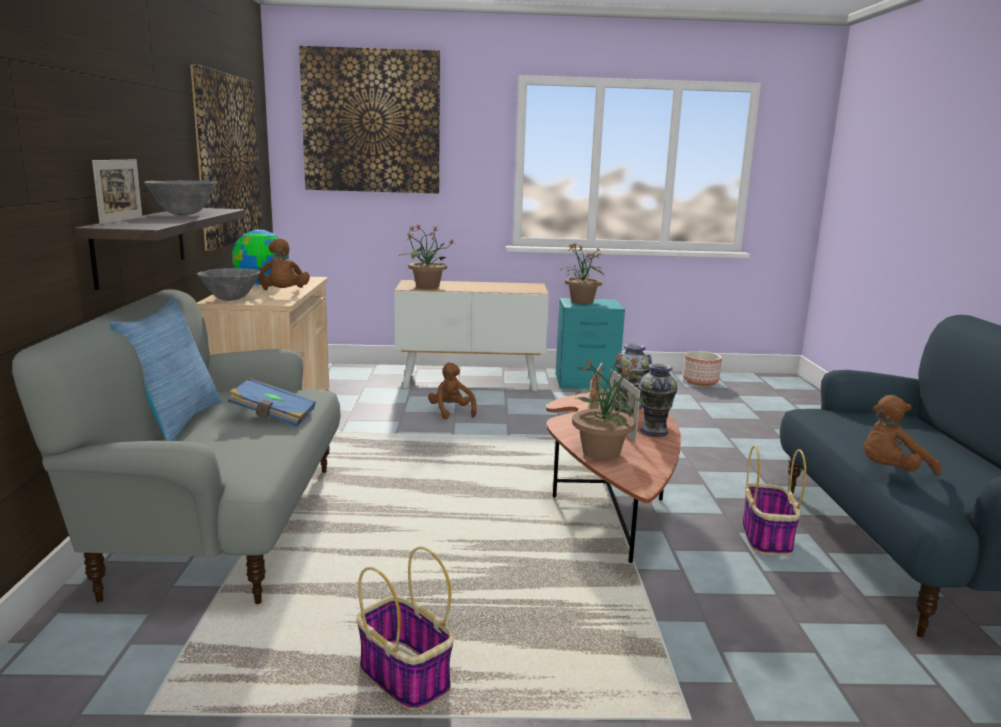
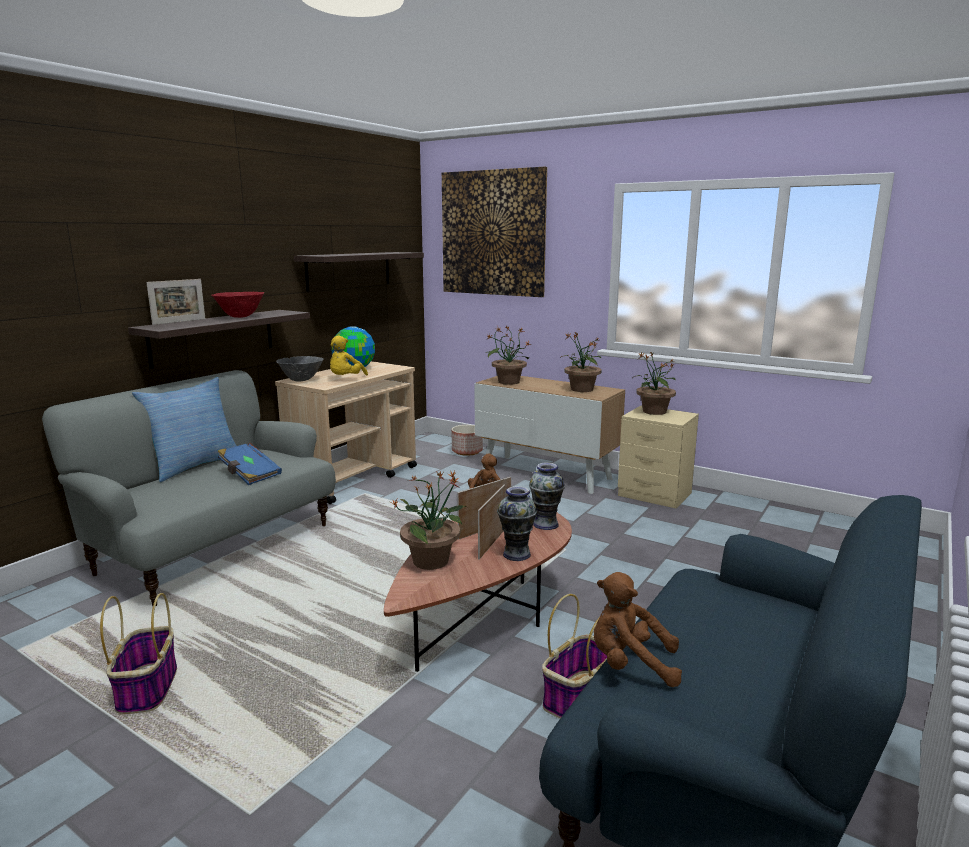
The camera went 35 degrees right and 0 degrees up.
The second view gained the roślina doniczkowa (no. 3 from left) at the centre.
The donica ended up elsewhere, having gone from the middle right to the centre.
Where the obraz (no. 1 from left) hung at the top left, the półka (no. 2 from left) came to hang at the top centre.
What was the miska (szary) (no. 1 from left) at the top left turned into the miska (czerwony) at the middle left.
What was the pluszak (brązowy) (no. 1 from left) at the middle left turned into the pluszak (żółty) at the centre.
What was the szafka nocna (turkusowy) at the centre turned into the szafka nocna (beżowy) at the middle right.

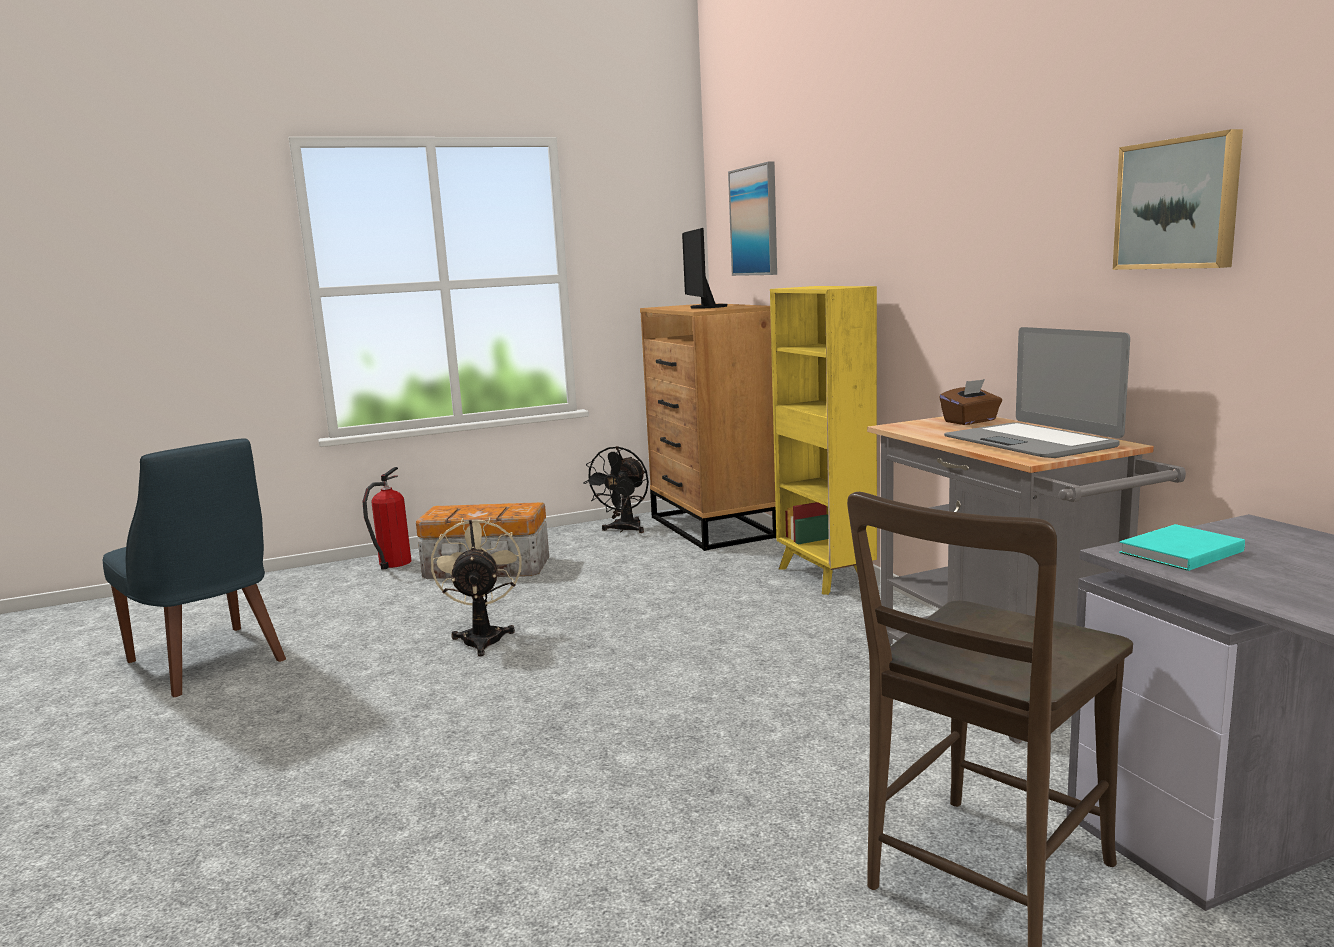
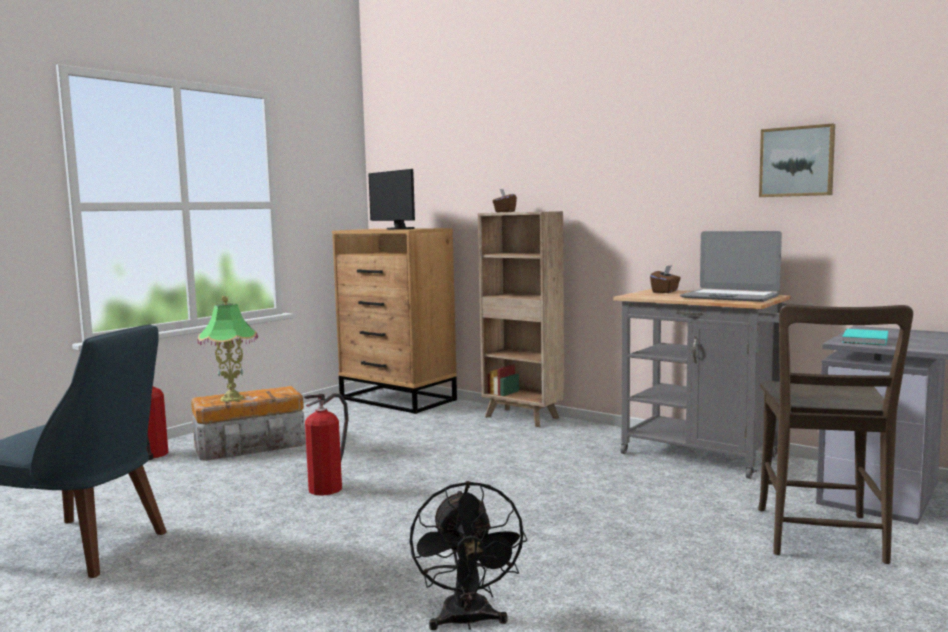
The camera went 30 degrees left and 5 degrees down.
The second view lost the obraz (no. 1 from left) at the top centre.
The second view gained the lampa stołowa at the middle left.
The second view gained the pudełko chusteczek (brązowy) (no. 1 from left) at the top centre.
The wentylator (czarny) ended up elsewhere, having gone from the centre to the bottom centre.
Where the wentylator (beżowy) stood at the centre, the gaśnica (no. 2 from left) came to stand at the bottom centre.
What was the regał (żółty) at the centre turned into the regał (brązowy) at the centre.

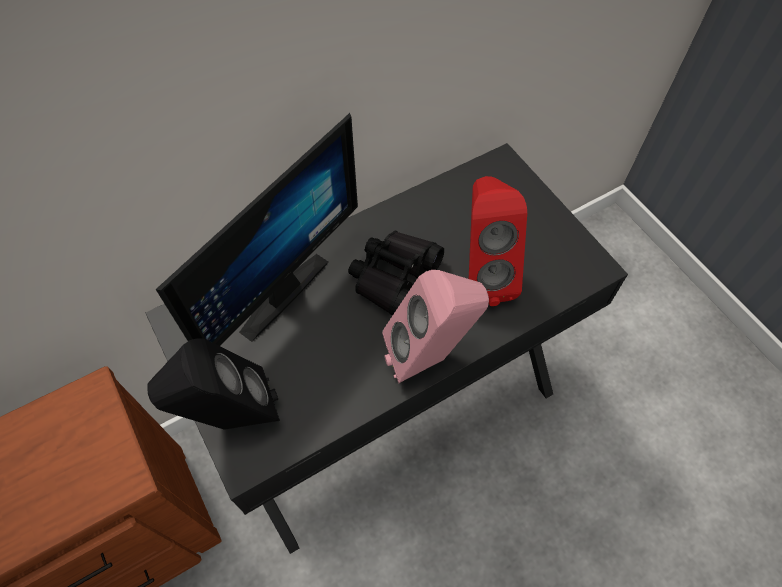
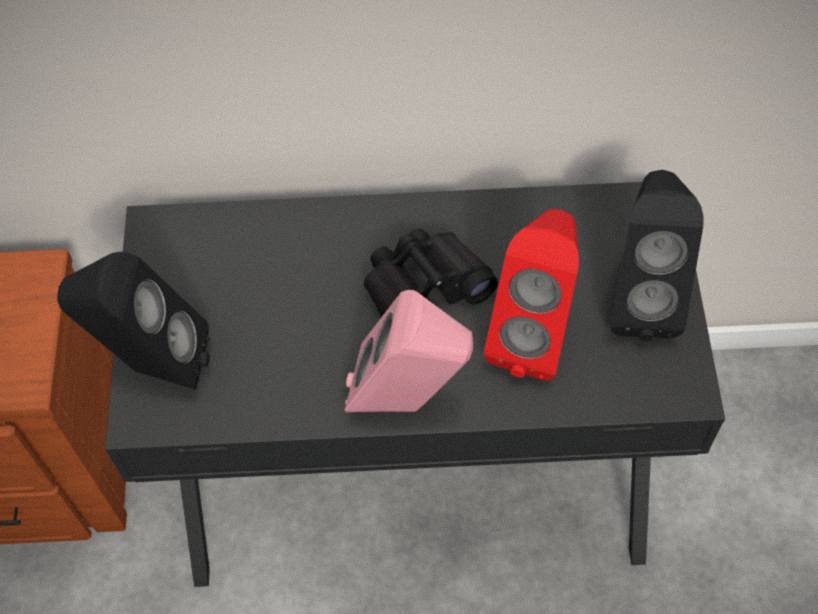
The camera went 30 degrees right and 0 degrees up.
The second view lost the monitor at the middle left.
The second view gained the głośnik (czarny) (no. 2 from left) at the middle right.

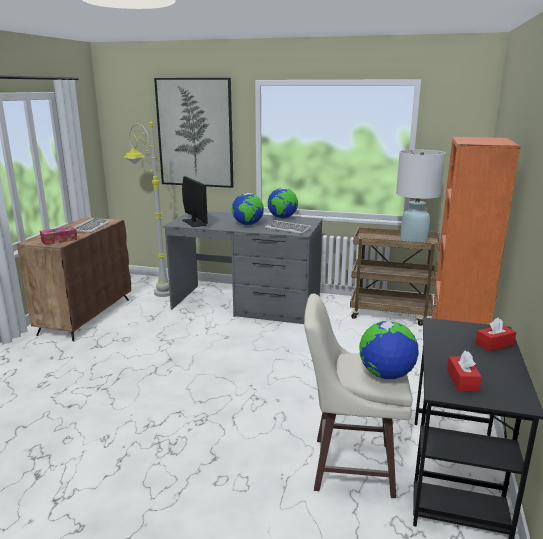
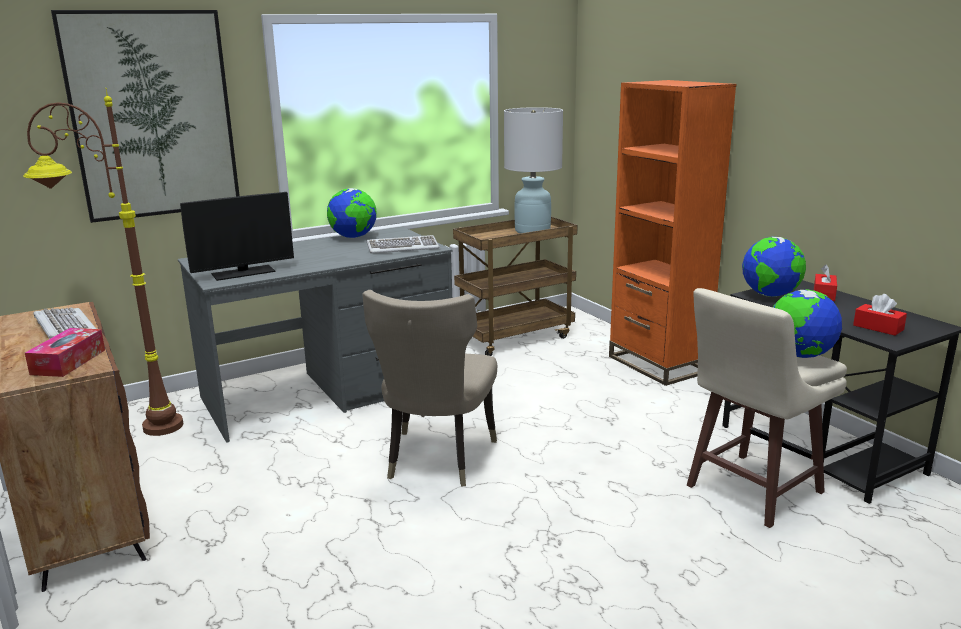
The camera went 45 degrees left and 0 degrees up.
The second view gained the krzesło (beżowy) at the centre.
The globus (no. 1 from left in the first image) ended up elsewhere, having gone from the centre to the middle right.
What was the lampa stojąca (szary) at the middle left turned into the lampa stojąca (brązowy) at the middle left.
The monitor at the centre ended up facing another way, 135 degrees clockwise from before.

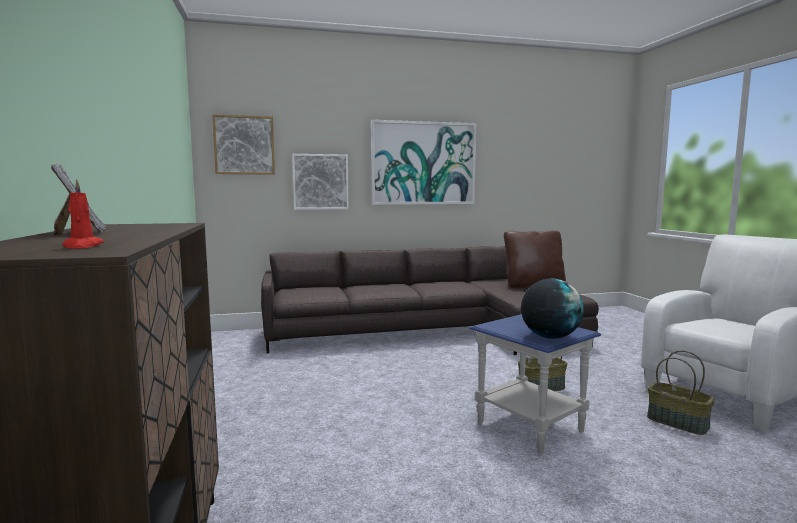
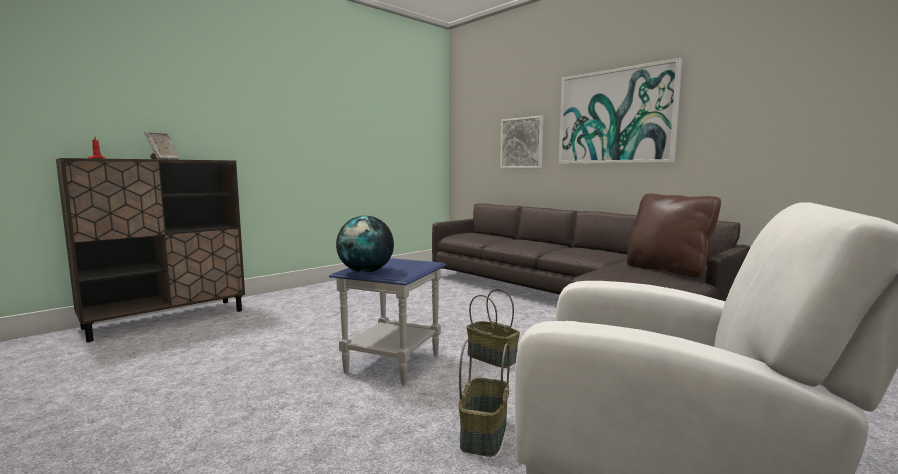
The camera went 60 degrees right and 0 degrees up.
The second view lost the obraz (no. 1 from left) at the top left.

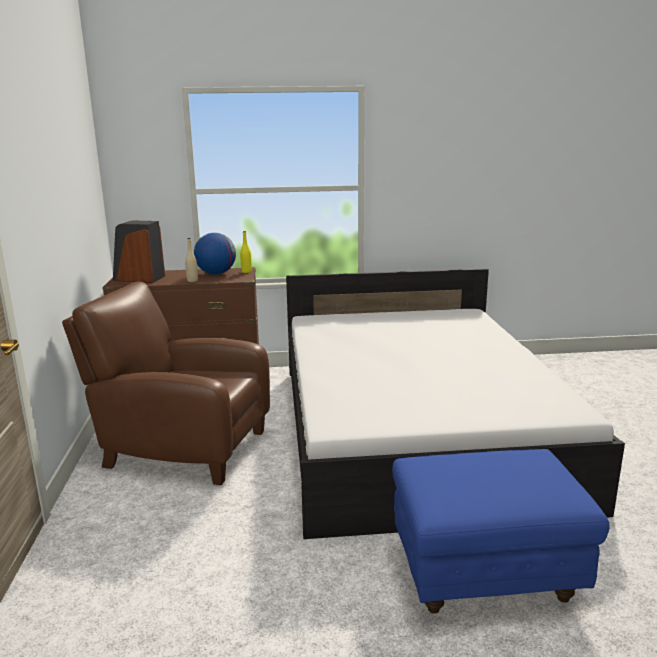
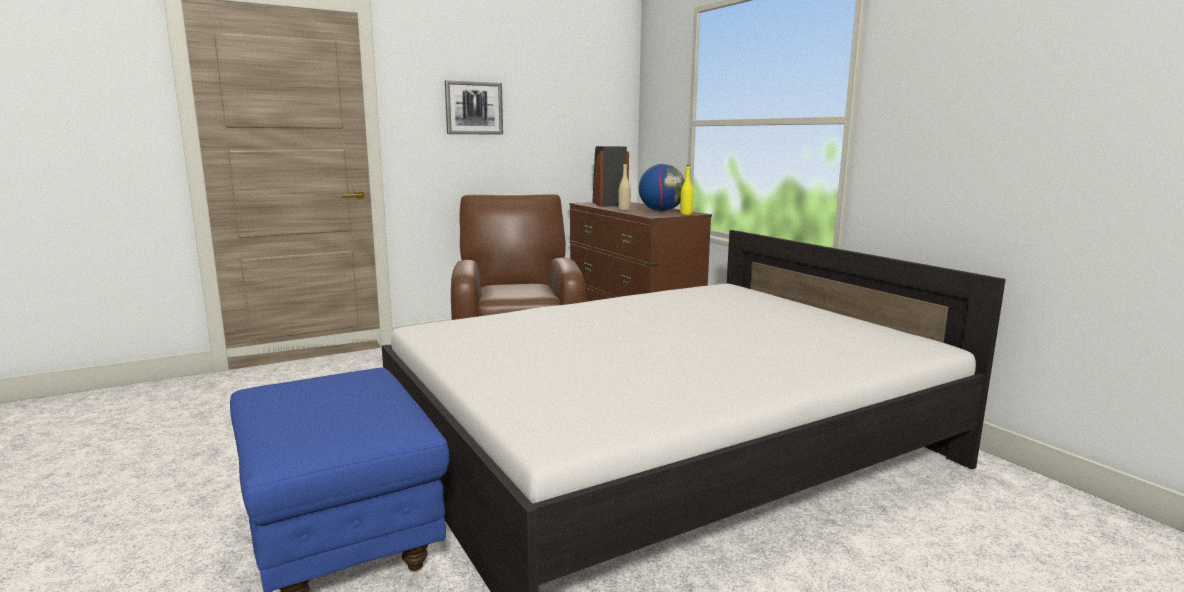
The camera went 65 degrees right and 5 degrees down.
The second view gained the obraz at the top centre.

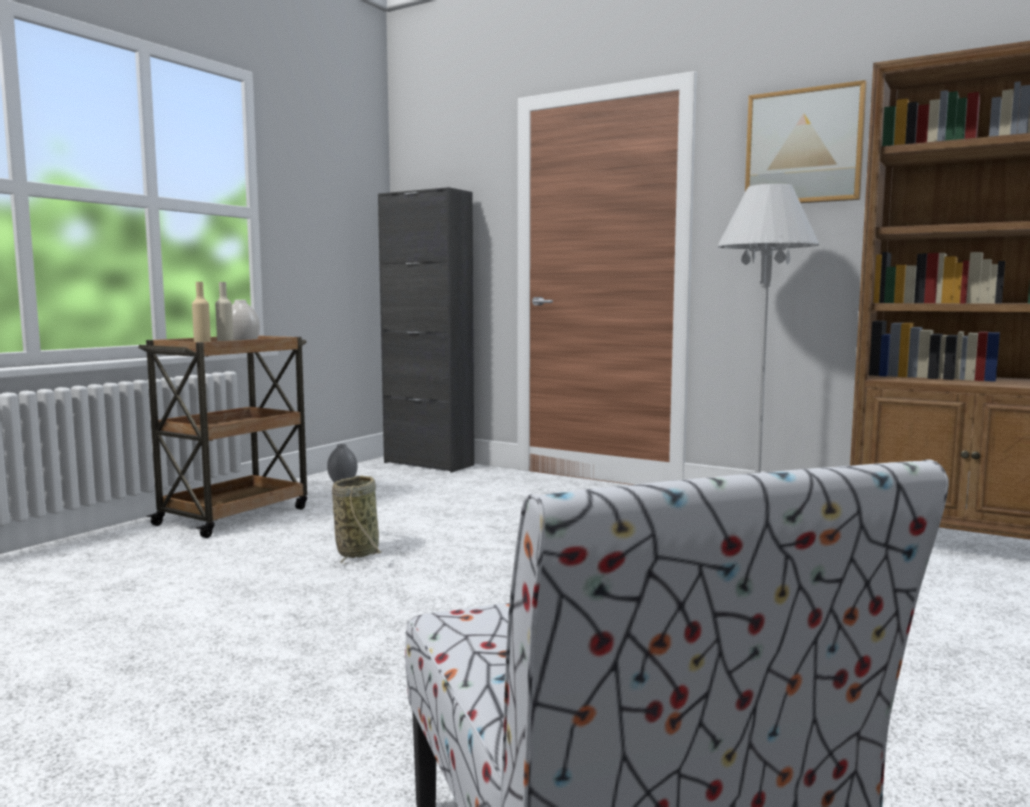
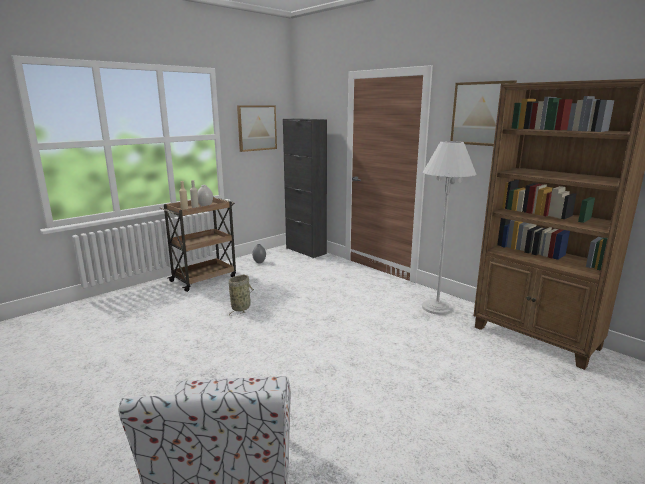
The camera went 15 degrees right and 10 degrees up.
The second view gained the obraz (no. 1 from left) at the top centre.

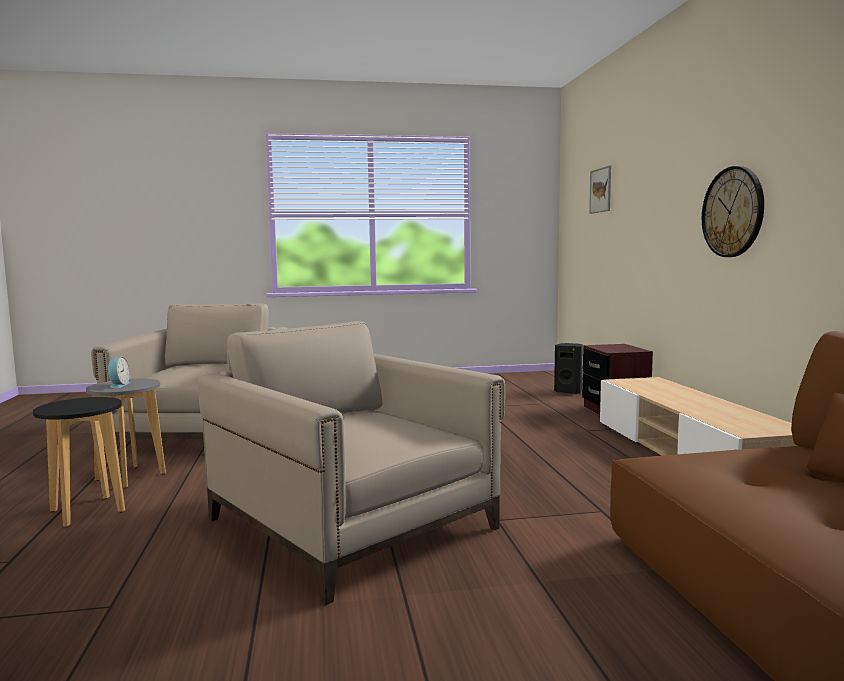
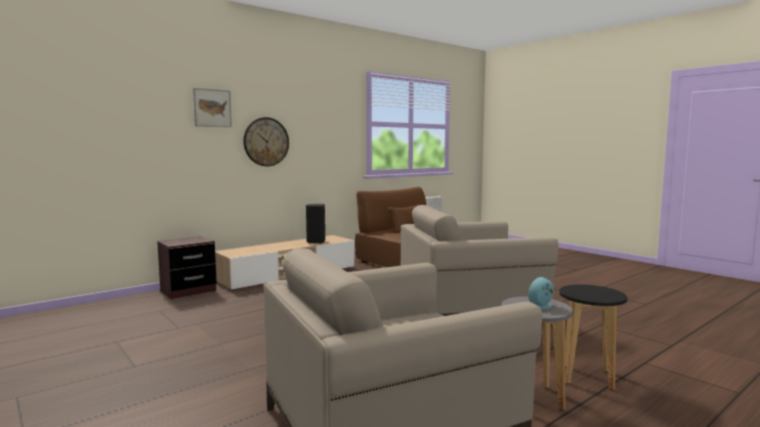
The camera went 120 degrees left and 0 degrees up.
The głośnik (czarny) ended up elsewhere, having gone from the middle right to the centre.
The obraz ended up elsewhere, having gone from the top right to the top left.
The fotel (beżowy) (no. 2 from left) at the bottom centre ended up facing another way, 60 degrees clockwise from before.

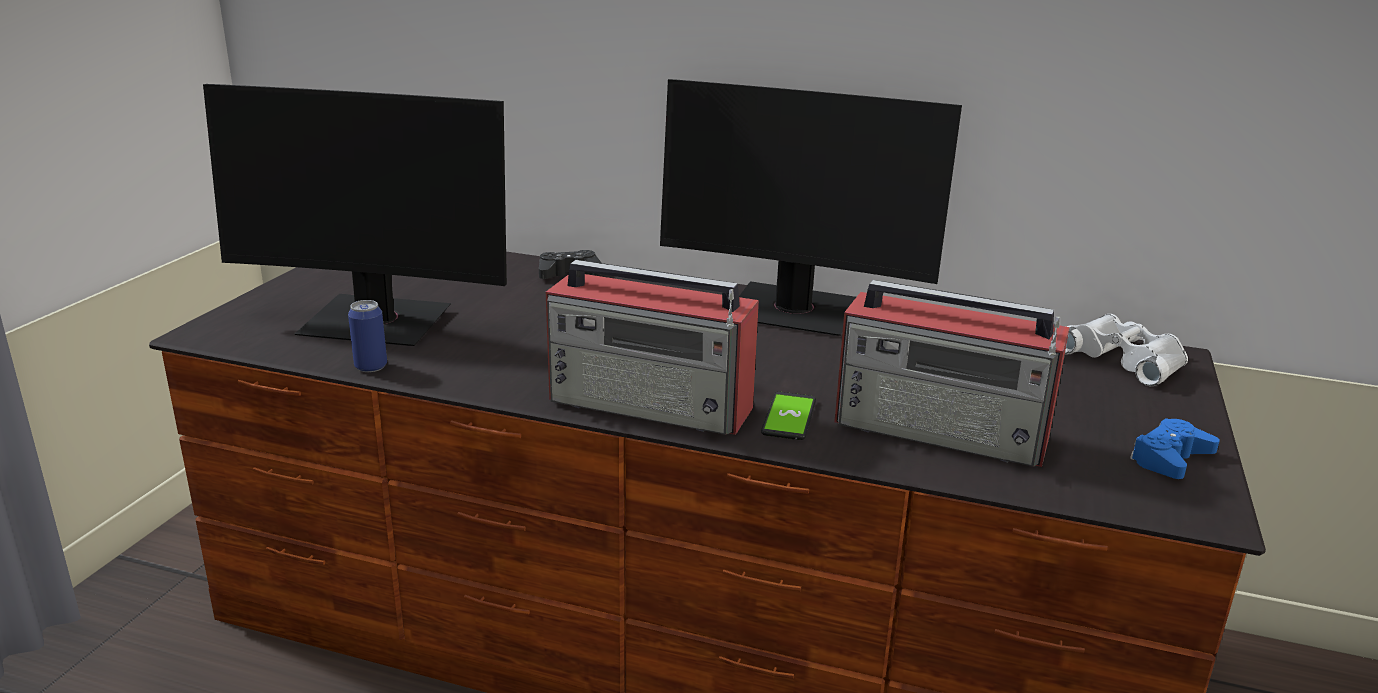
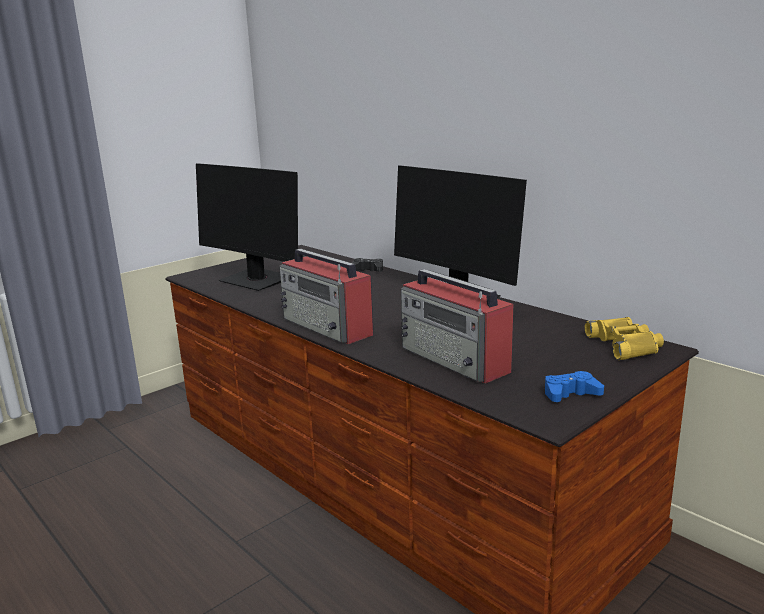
The camera went 30 degrees right and 5 degrees down.
The second view lost the puszka at the middle left.
The second view lost the telefon at the centre.
What was the lornetka (biały) at the middle right turned into the lornetka (żółty) at the middle right.

